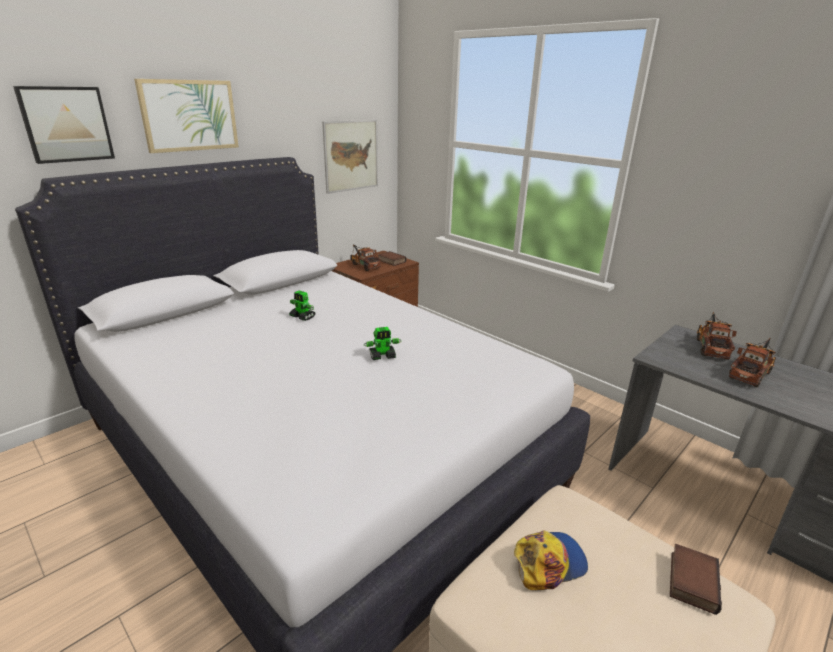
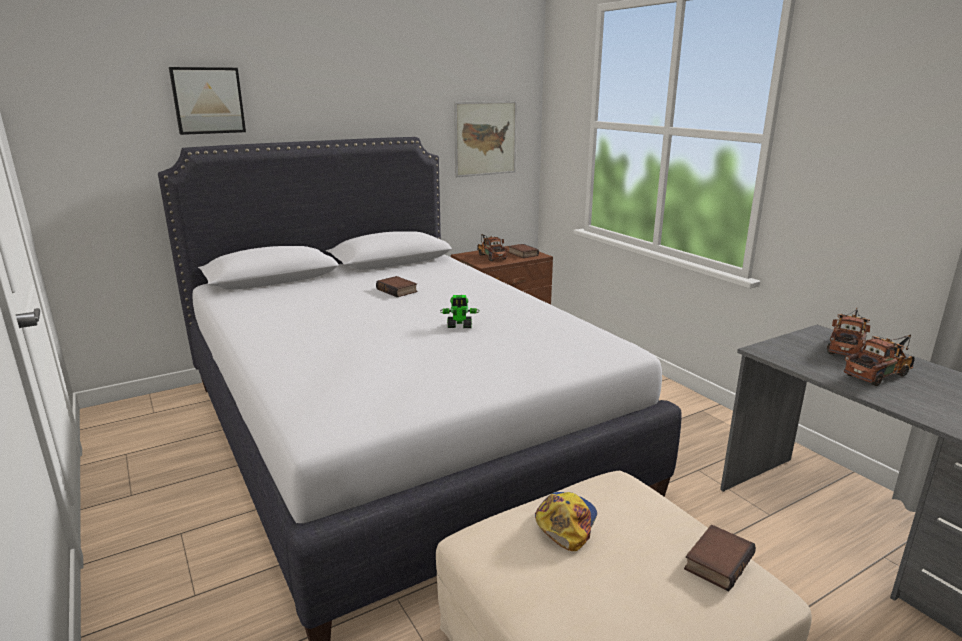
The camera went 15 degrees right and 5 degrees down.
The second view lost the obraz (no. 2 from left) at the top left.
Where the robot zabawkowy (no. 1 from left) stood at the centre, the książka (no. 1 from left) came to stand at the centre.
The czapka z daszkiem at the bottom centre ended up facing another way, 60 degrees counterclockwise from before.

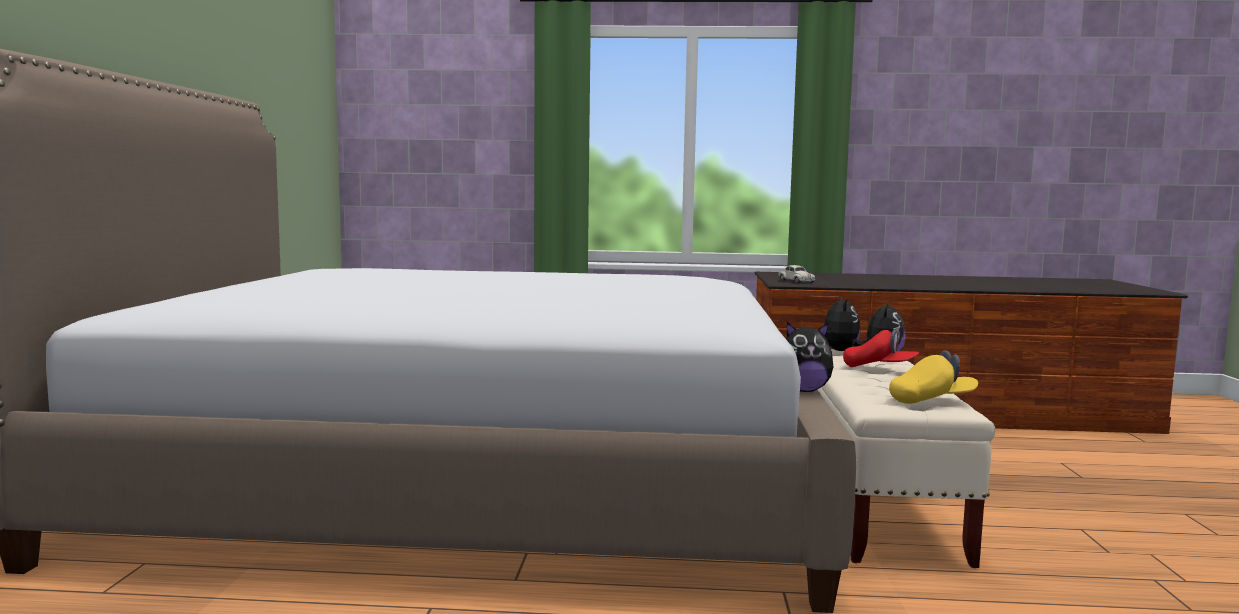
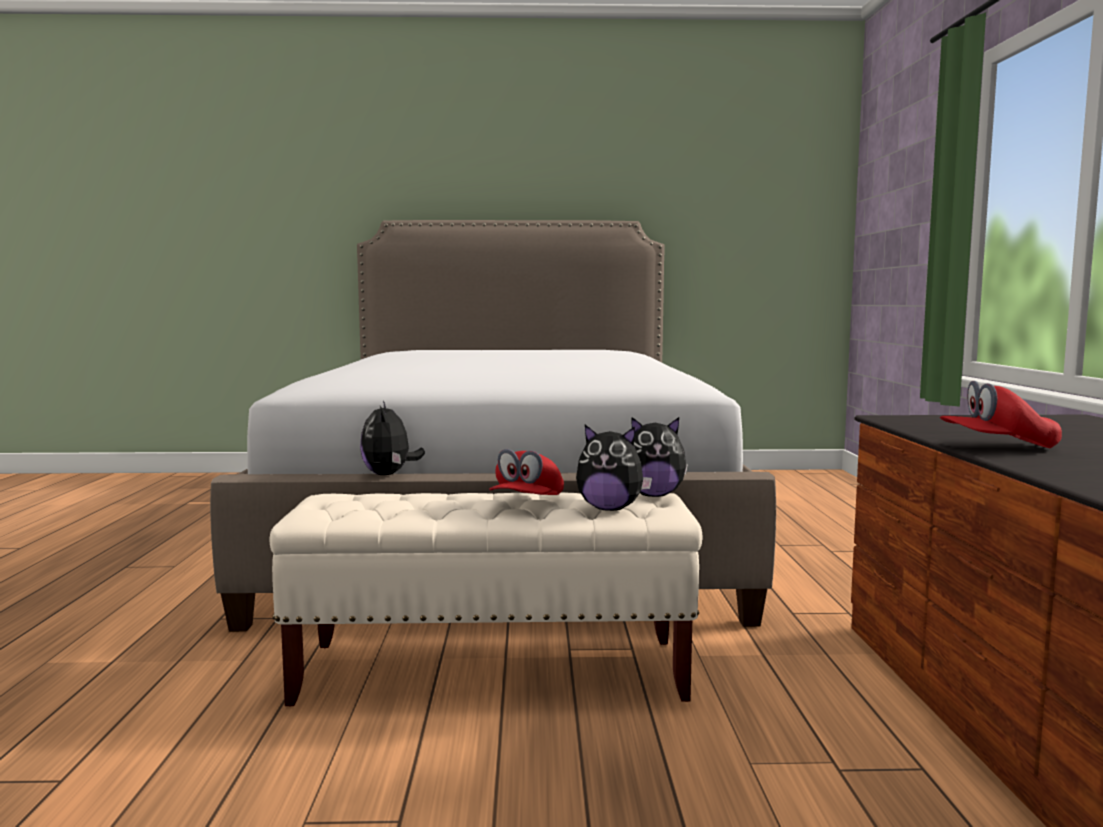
The camera went 85 degrees right and 0 degrees up.
The second view lost the samochodzik (biały) at the centre.
The second view lost the czapka z daszkiem (żółty) at the middle right.
The second view gained the czapka z daszkiem (czerwony) (no. 2 from left) at the middle right.

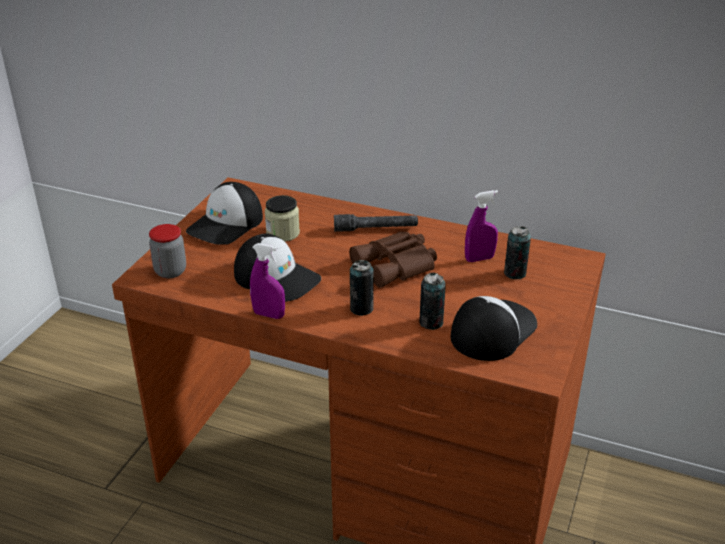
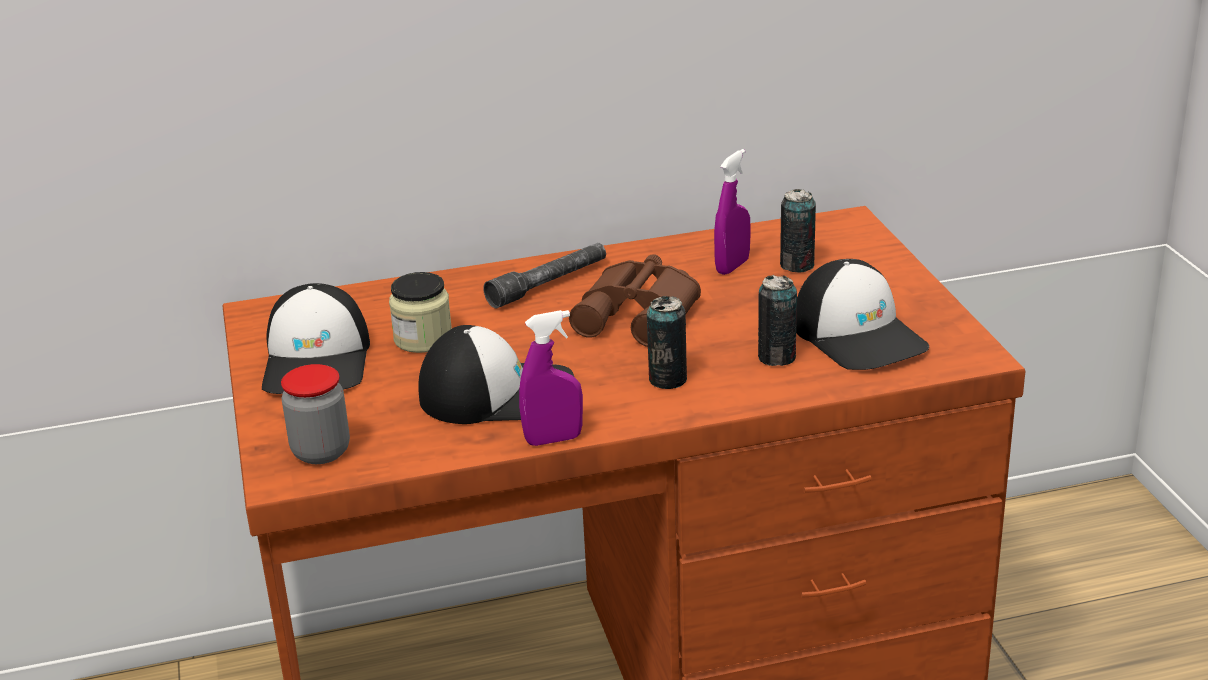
The camera went 35 degrees left and 5 degrees down.
The czapka z daszkiem (no. 3 from left) at the middle right ended up facing another way, 150 degrees clockwise from before.

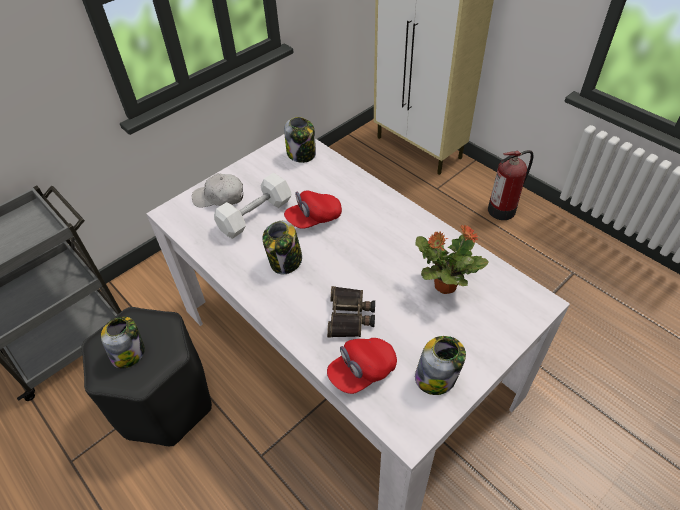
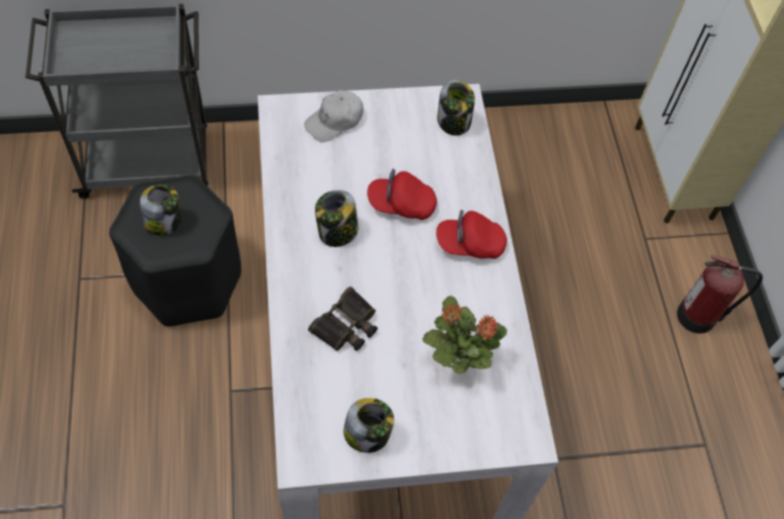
The camera went 30 degrees right and 10 degrees up.
The second view lost the hantel (biały) at the centre.
The czapka z daszkiem (czerwony) (no. 2 from left) ended up elsewhere, having gone from the bottom centre to the centre.
The czapka z daszkiem (biały) at the middle left ended up facing another way, 75 degrees counterclockwise from before.

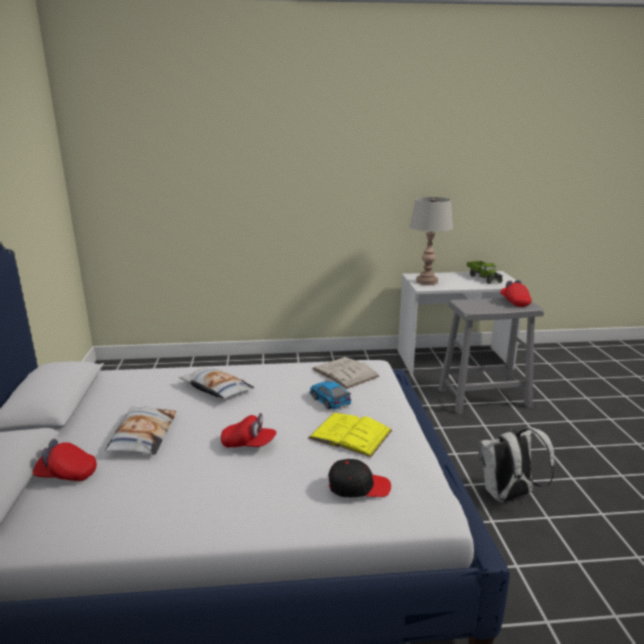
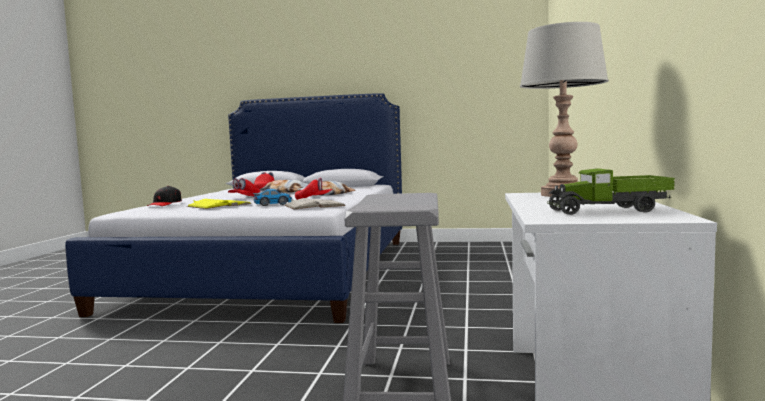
The camera went 105 degrees right and 15 degrees down.
The second view lost the plecak (biały) at the bottom right.
The czapka z daszkiem (czerwony) (no. 3 from left) ended up elsewhere, having gone from the middle right to the centre.

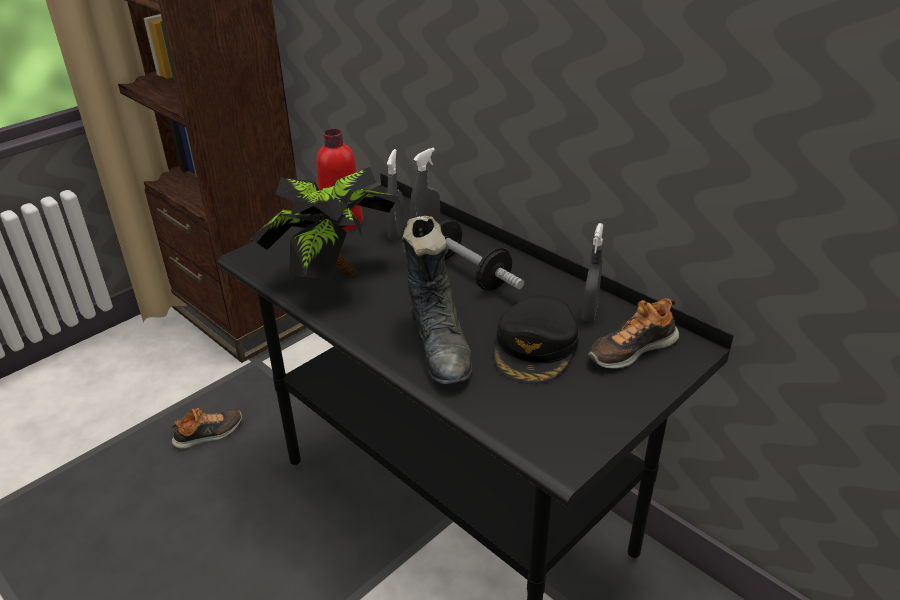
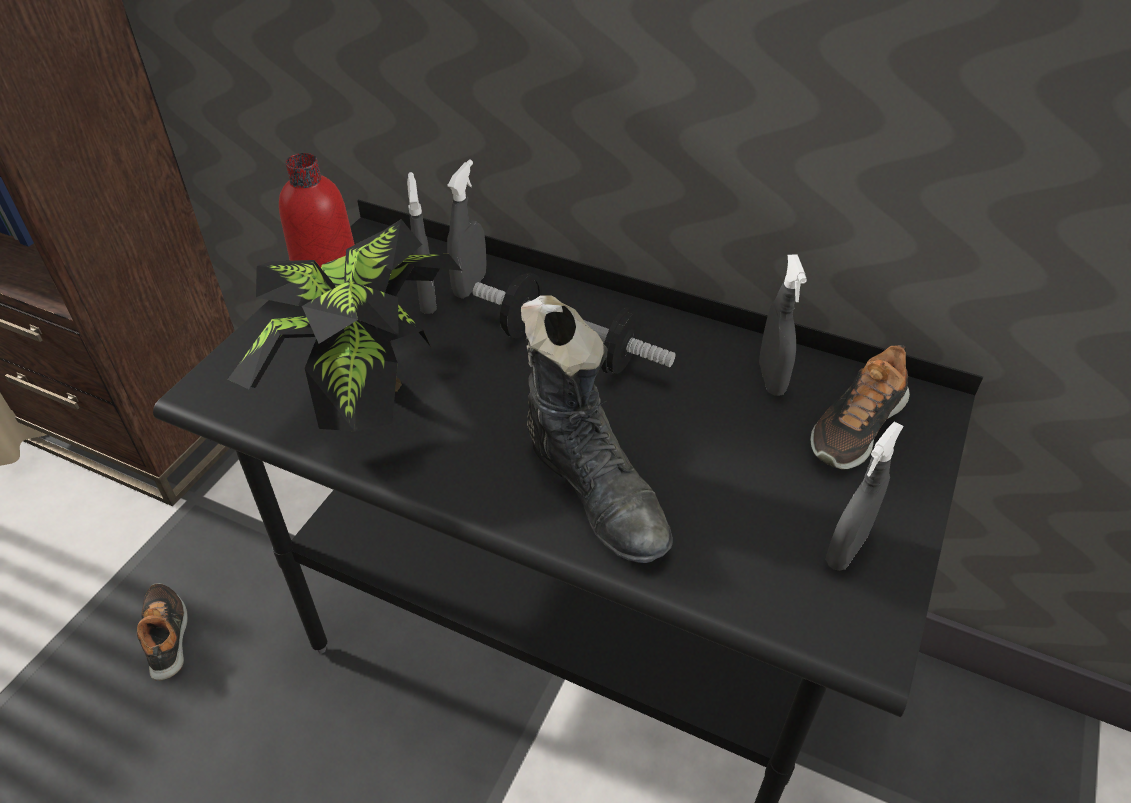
The camera went 20 degrees left and 10 degrees up.
The second view lost the czapka z daszkiem (czarny) at the centre.
The second view gained the spryskiwacz (szary) (no. 4 from left) at the middle right.
The but (no. 1 from left) at the bottom left ended up facing another way, 60 degrees counterclockwise from before.

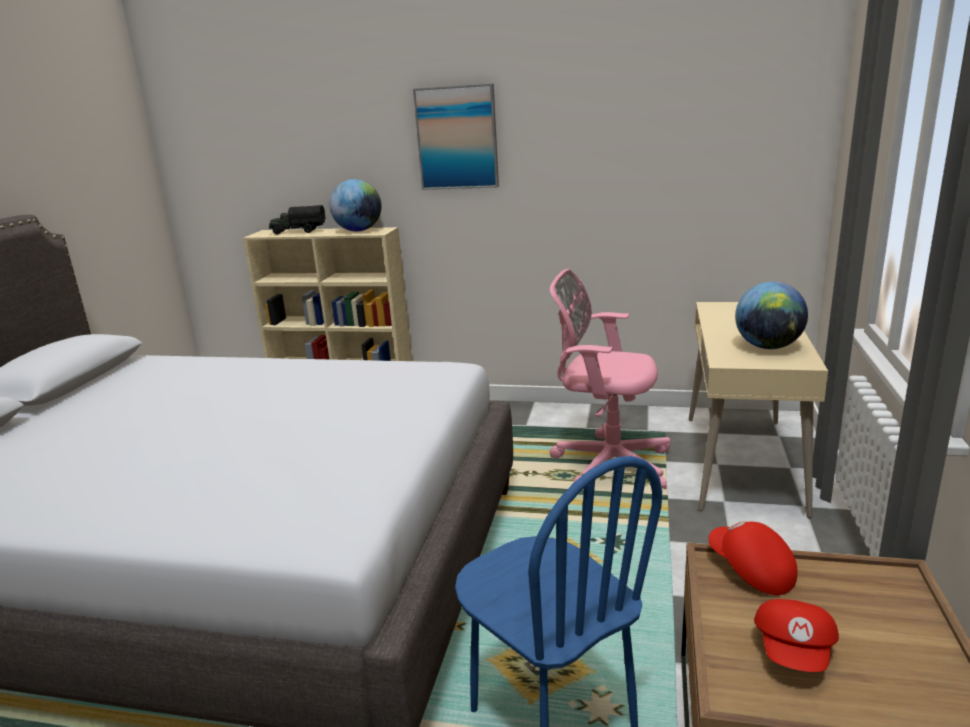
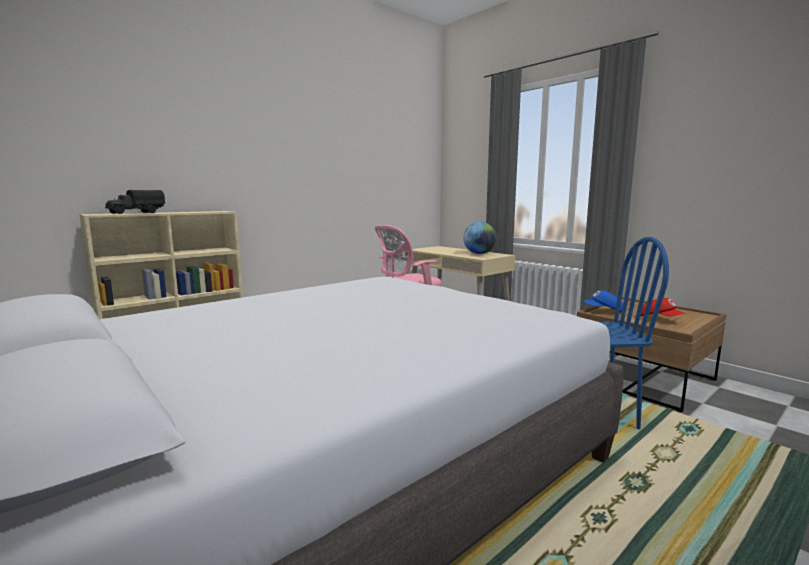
The camera went 55 degrees left and 10 degrees down.
The second view lost the globus (no. 1 from left) at the top centre.
The second view lost the obraz at the top centre.
What was the czapka z daszkiem (czerwony) (no. 1 from left) at the bottom right turned into the czapka z daszkiem (niebieski) at the middle right.

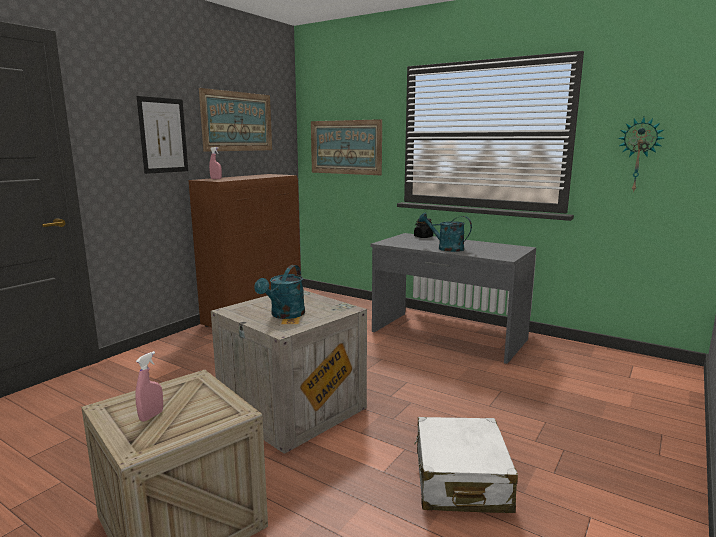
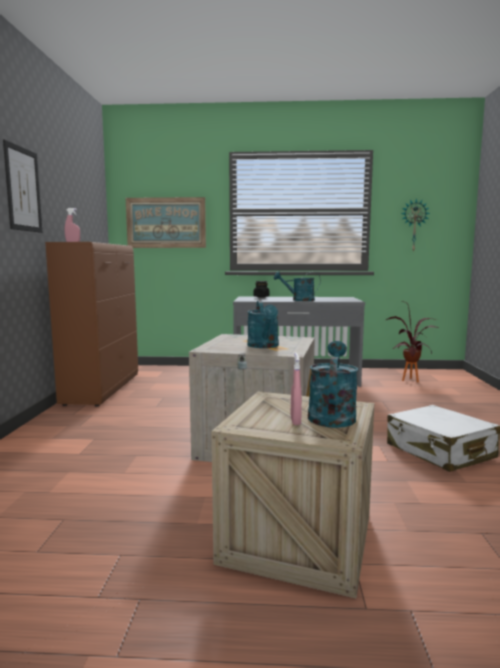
The camera went 30 degrees left and 5 degrees down.
The second view lost the obraz (no. 2 from left) at the top left.
The second view gained the konewka (turkusowy) (no. 3 from left) at the centre.
The second view gained the roślina doniczkowa at the middle right.

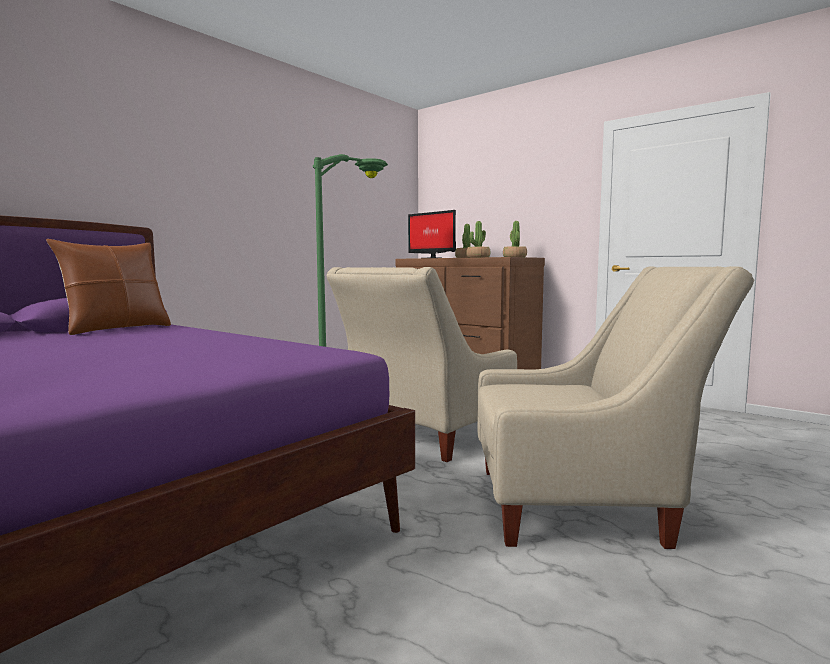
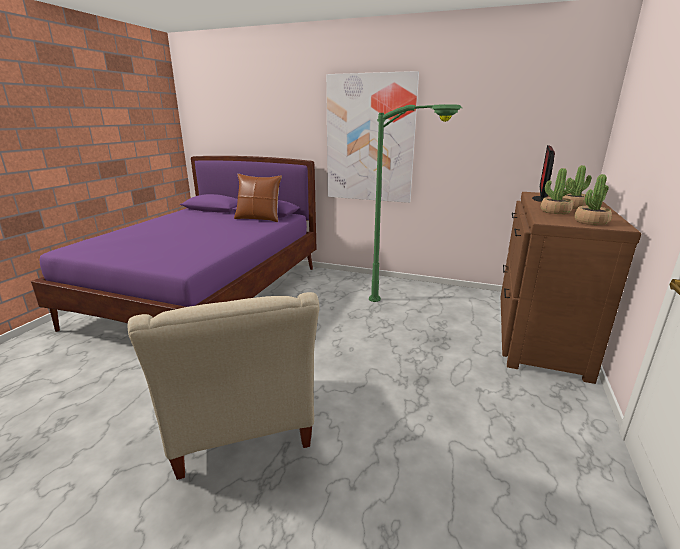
The camera went 70 degrees right and 15 degrees up.
The second view lost the fotel (beżowy) (no. 1 from left) at the centre.
The second view gained the obraz at the top centre.

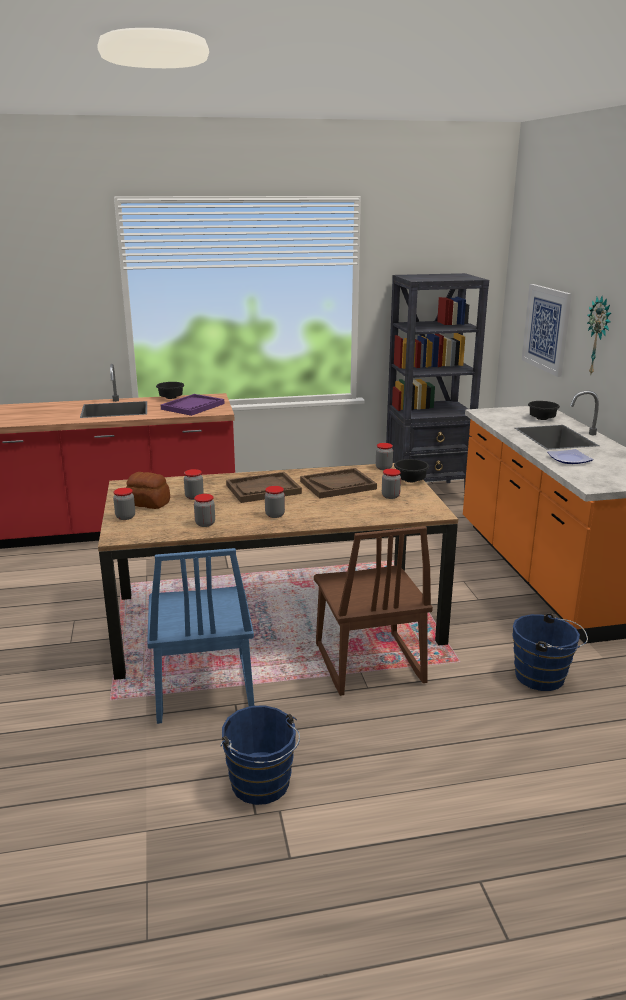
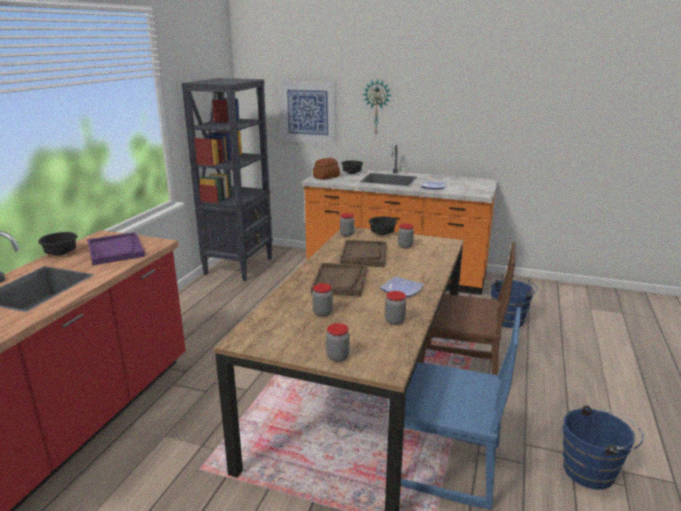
The camera went 60 degrees left and 0 degrees up.
The chleb ended up elsewhere, having gone from the middle left to the top centre.
Where the słoik (no. 4 from left) stood at the centre, the talerz (no. 1 from left) came to stand at the centre.

